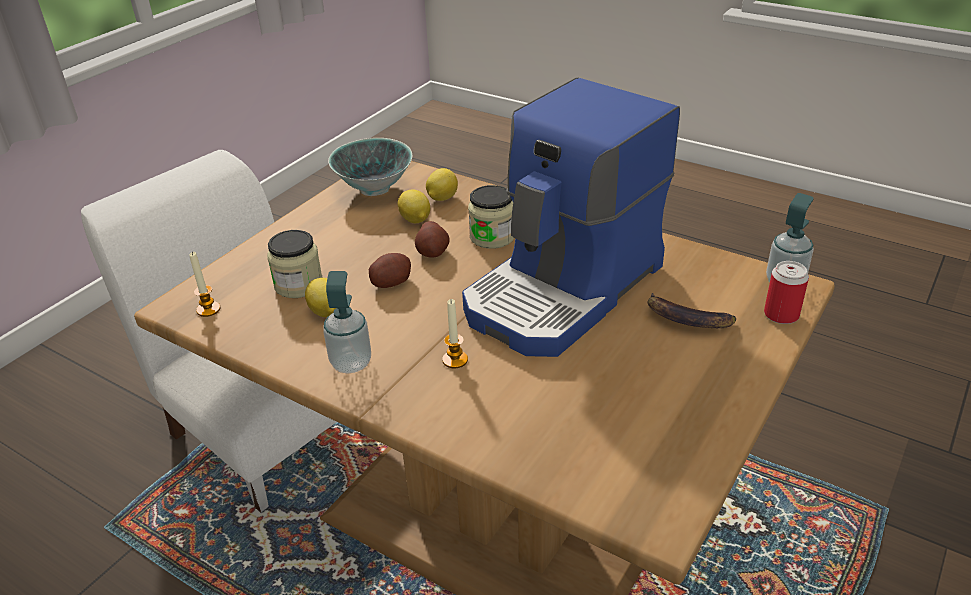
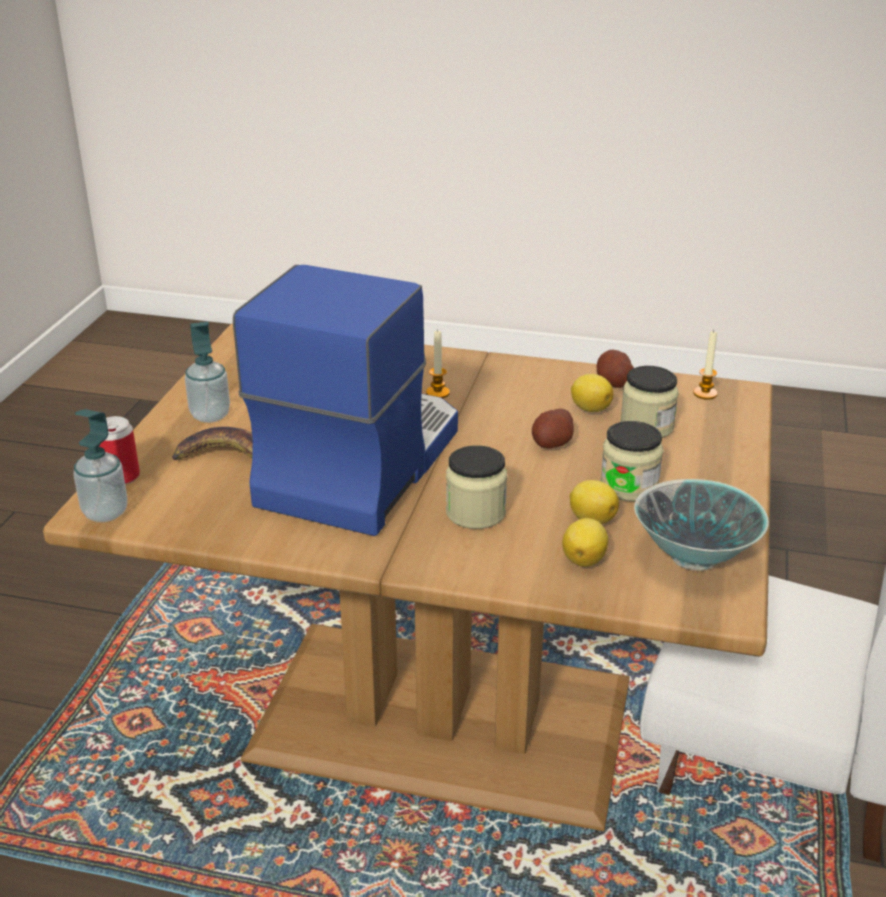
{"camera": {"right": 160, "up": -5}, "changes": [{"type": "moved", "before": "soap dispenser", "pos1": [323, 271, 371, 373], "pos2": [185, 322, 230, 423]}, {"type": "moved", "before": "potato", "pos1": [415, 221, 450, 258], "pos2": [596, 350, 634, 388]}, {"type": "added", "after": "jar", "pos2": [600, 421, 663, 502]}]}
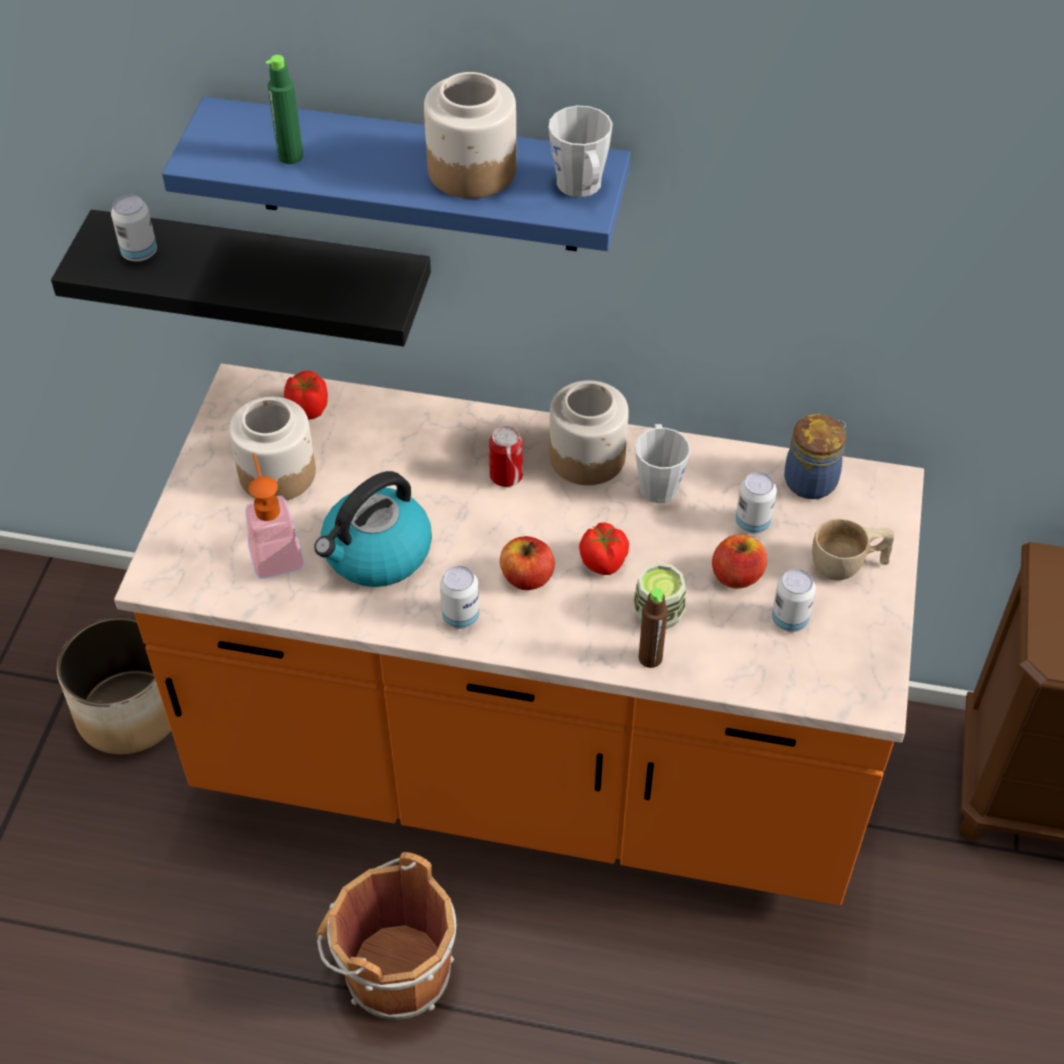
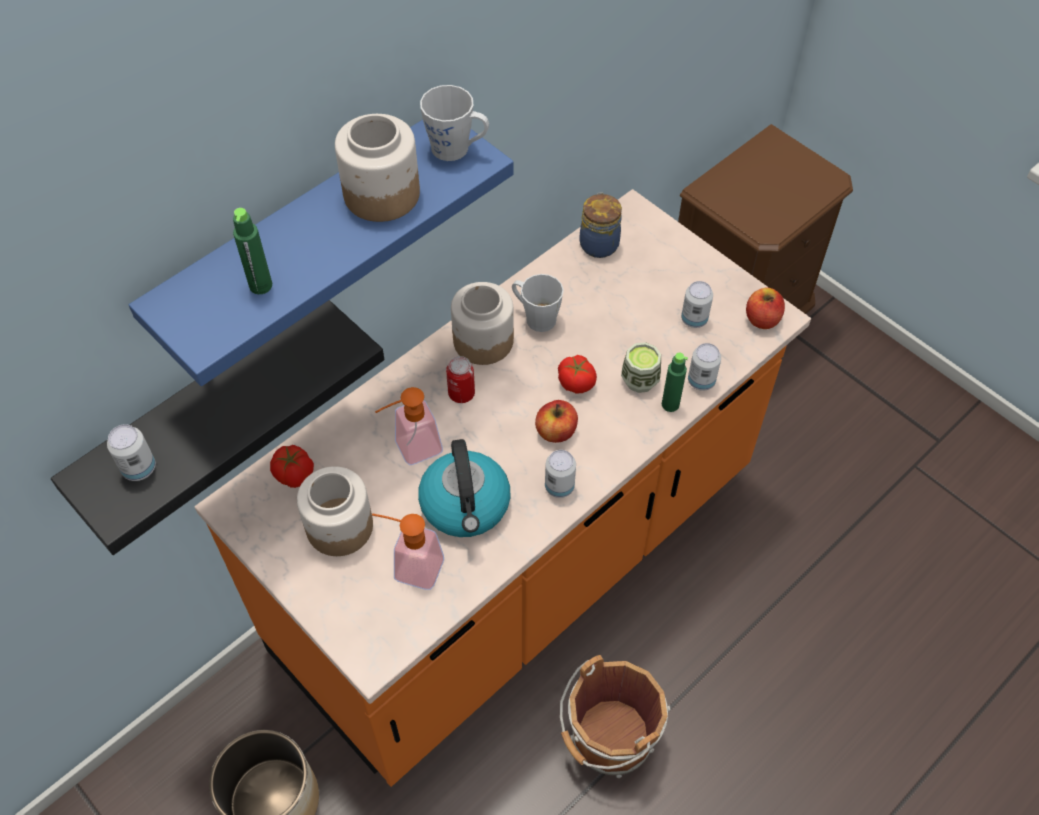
{"camera": {"right": -55, "up": 5}, "changes": [{"type": "recoloured", "before": "brown bottle", "after": "green bottle", "pos1": [639, 588, 668, 668], "pos2": [662, 352, 688, 412]}, {"type": "moved", "before": "apple", "pos1": [712, 535, 767, 589], "pos2": [746, 288, 785, 329]}, {"type": "moved", "before": "can", "pos1": [735, 472, 777, 534], "pos2": [688, 343, 721, 391]}, {"type": "removed", "before": "beige cup", "pos1": [812, 519, 894, 580]}, {"type": "added", "after": "soap dispenser", "pos2": [375, 387, 443, 465]}]}
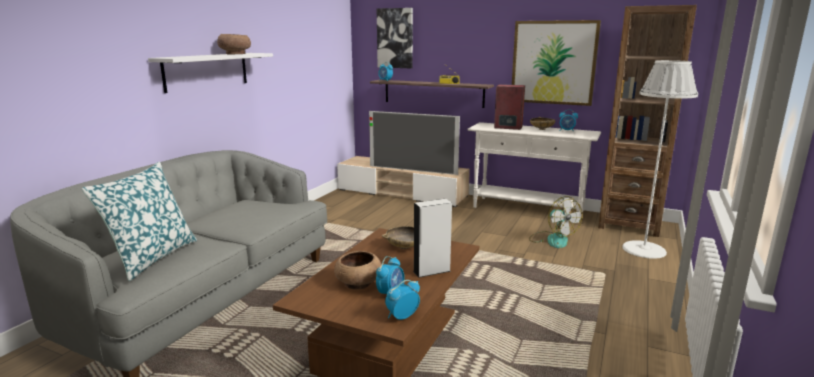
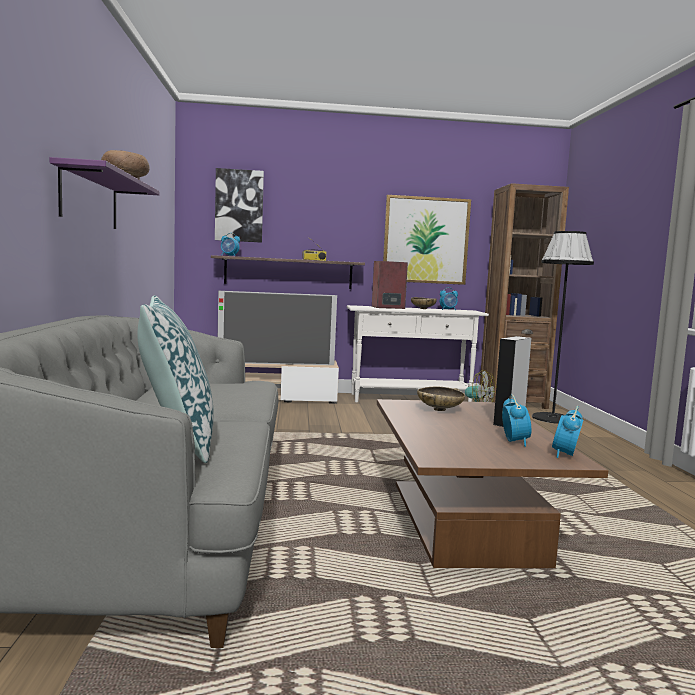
{"camera": {"right": -30, "up": -10}, "changes": [{"type": "recoloured", "before": "white shelf", "after": "purple shelf", "pos1": [148, 53, 273, 93], "pos2": [50, 157, 160, 229]}, {"type": "removed", "before": "brown bowl", "pos1": [334, 251, 381, 290]}, {"type": "recoloured", "before": "white floor lamp", "after": "black floor lamp", "pos1": [622, 60, 698, 259], "pos2": [532, 231, 594, 424]}]}
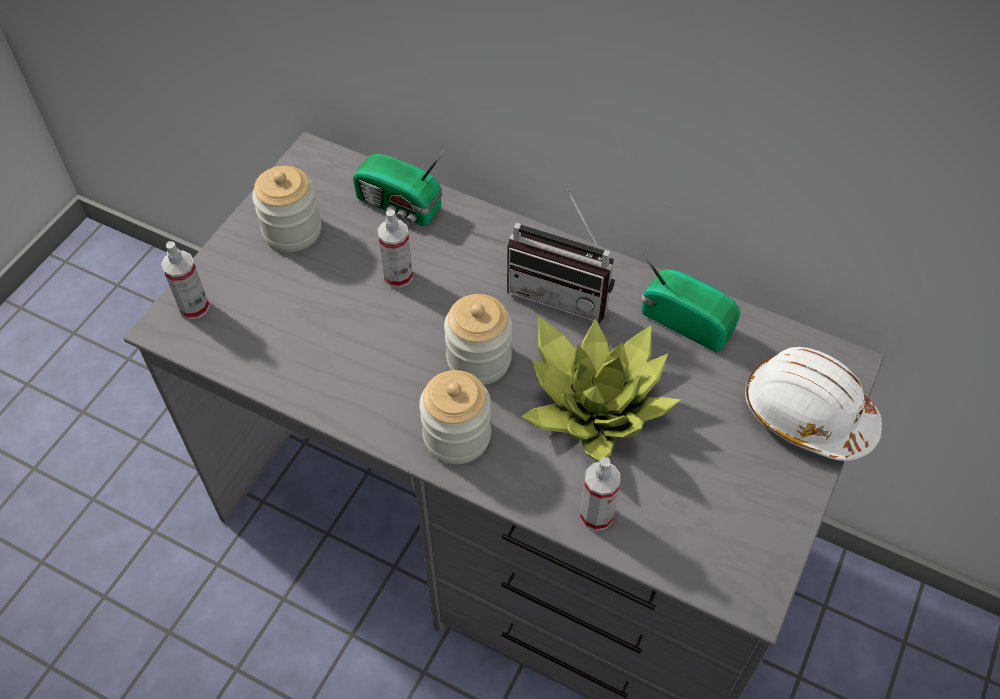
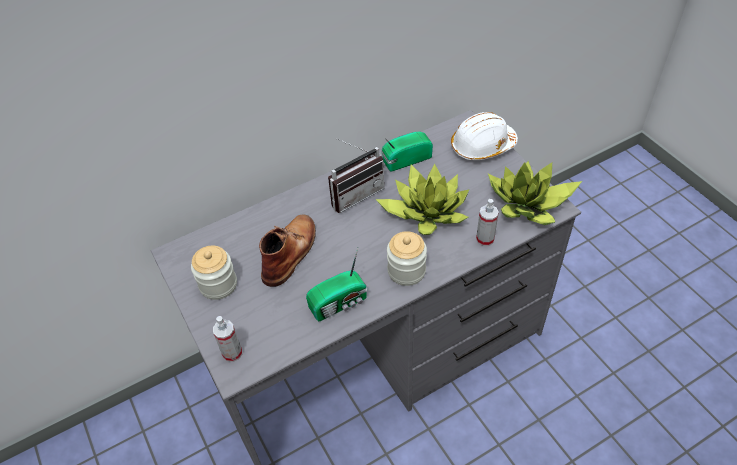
{"camera": {"right": -55, "up": -5}, "changes": [{"type": "moved", "before": "radio", "pos1": [353, 150, 445, 226], "pos2": [306, 248, 367, 321]}, {"type": "replaced", "before": "spray bottle", "after": "brown boot", "pos1": [378, 209, 413, 288], "pos2": [259, 214, 316, 287]}, {"type": "removed", "before": "jar", "pos1": [444, 294, 512, 385]}, {"type": "added", "after": "potted plant", "pos2": [488, 161, 582, 225]}]}
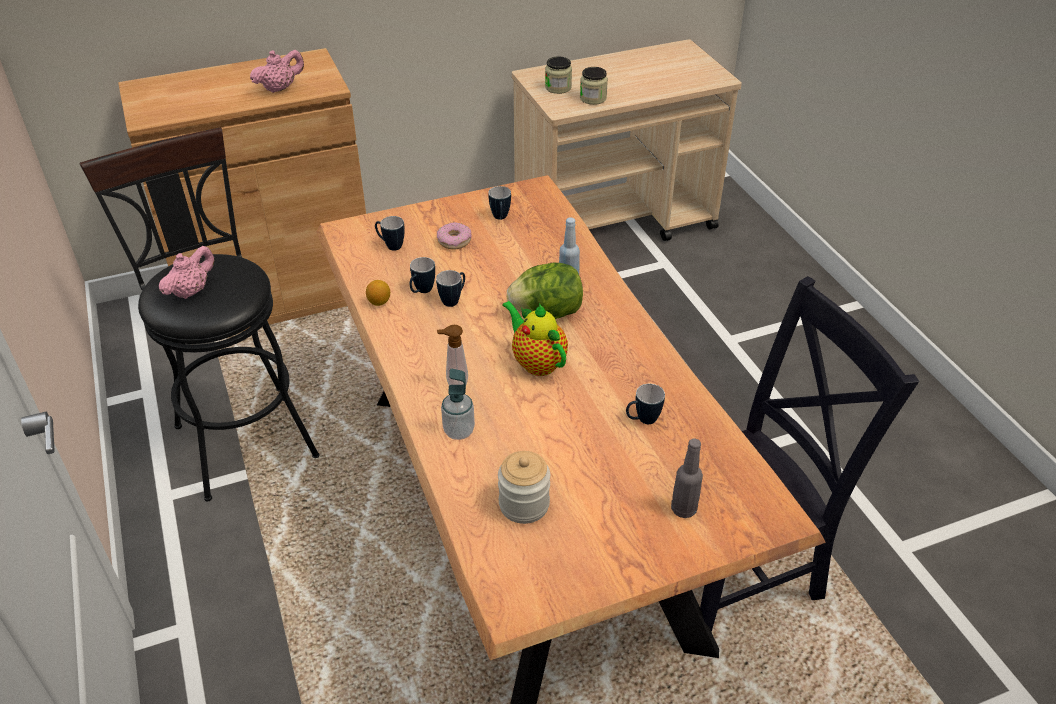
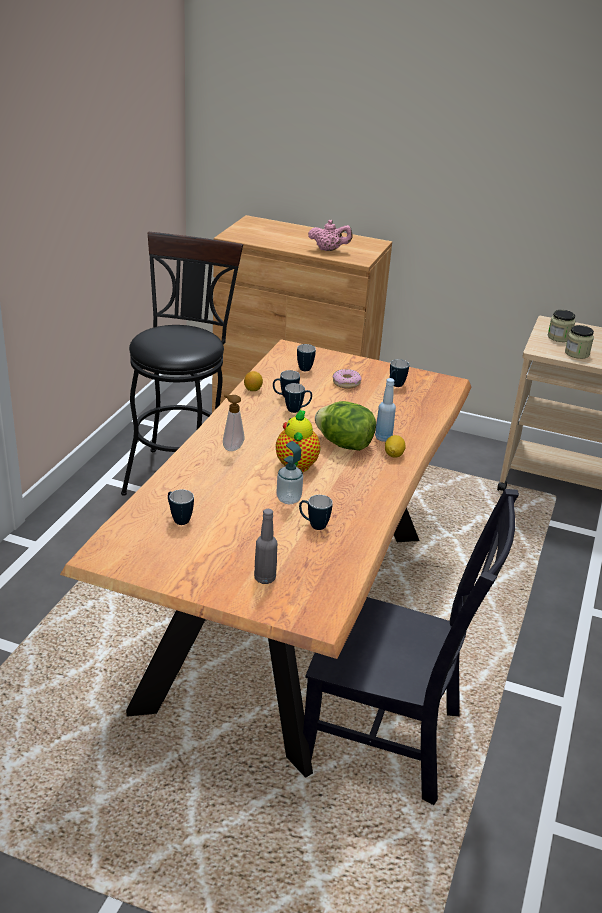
{"camera": {"right": 40, "up": -10}, "changes": [{"type": "removed", "before": "pink teapot", "pos1": [159, 246, 214, 299]}, {"type": "moved", "before": "soap dispenser", "pos1": [441, 369, 475, 440], "pos2": [276, 441, 303, 504]}, {"type": "replaced", "before": "jar", "after": "mug", "pos1": [498, 451, 550, 524], "pos2": [168, 489, 194, 525]}, {"type": "added", "after": "lemon", "pos2": [385, 435, 406, 458]}]}
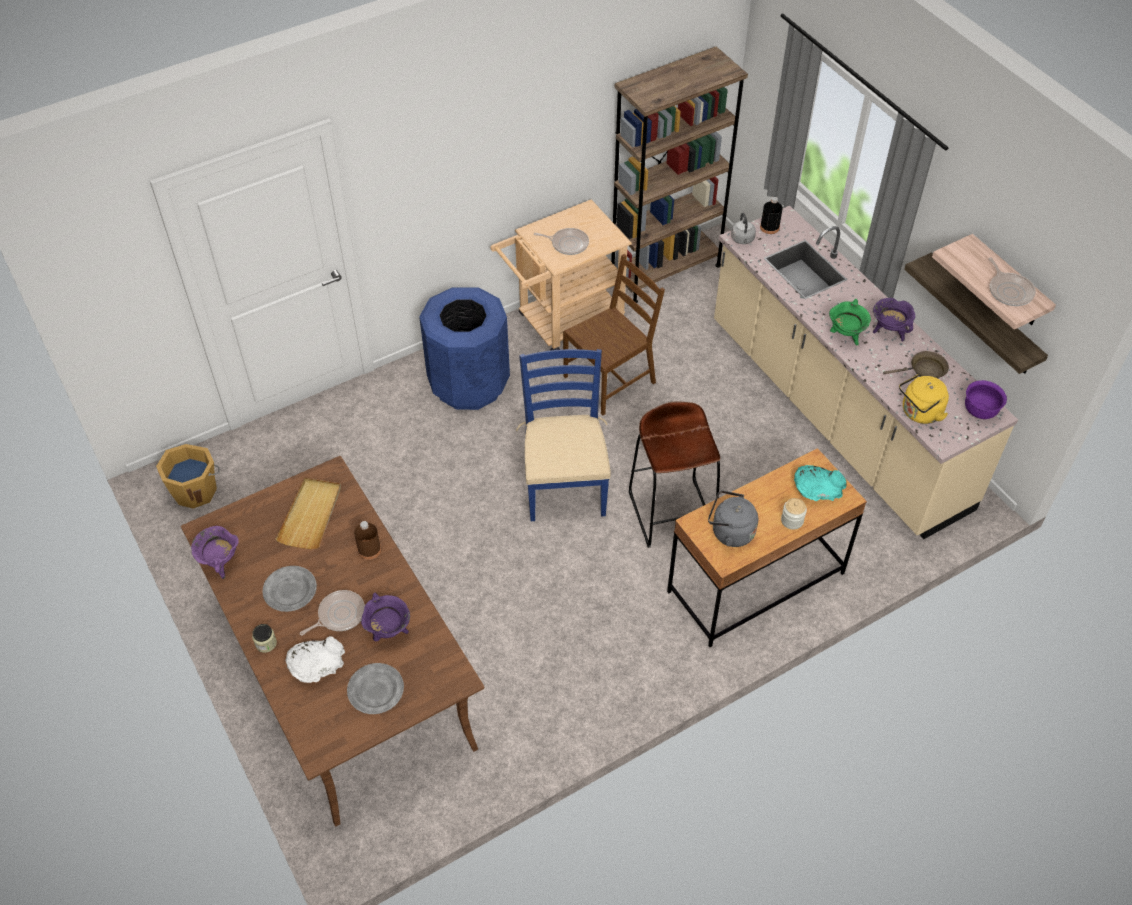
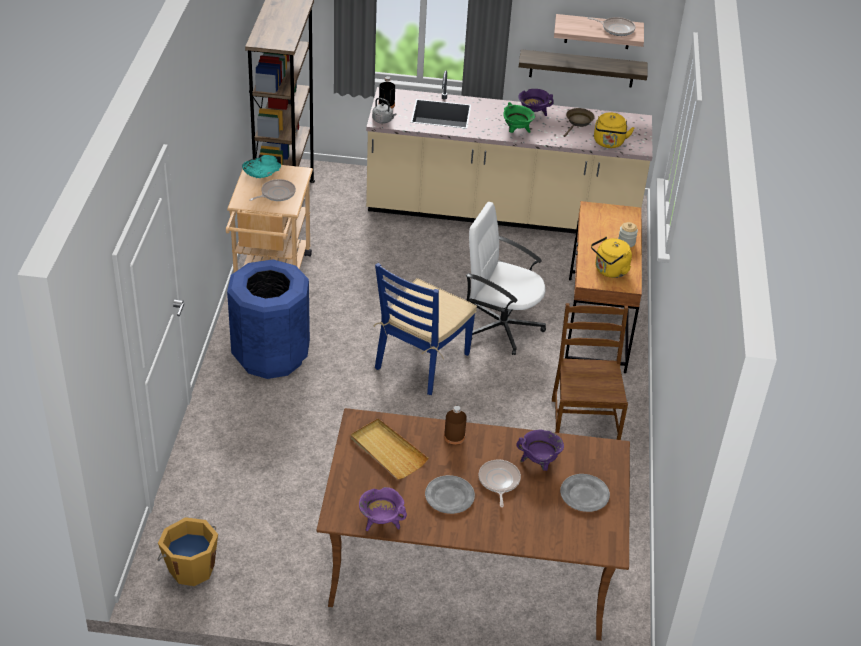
{"camera": {"right": -55, "up": -10}, "changes": [{"type": "removed", "before": "jar", "pos1": [252, 624, 277, 653]}, {"type": "removed", "before": "white bowl", "pos1": [285, 636, 345, 683]}, {"type": "turned", "before": "blue chair", "pos1": [516, 349, 611, 521], "pos2": [373, 263, 477, 395], "turn": -90}, {"type": "moved", "before": "brown chair", "pos1": [563, 254, 665, 415], "pos2": [552, 303, 628, 440]}, {"type": "replaced", "before": "brown stool", "after": "white office chair", "pos1": [629, 402, 720, 548], "pos2": [466, 202, 546, 355]}, {"type": "recoloured", "before": "grey kettle", "after": "yellow kettle", "pos1": [708, 490, 758, 547], "pos2": [591, 237, 632, 278]}, {"type": "moved", "before": "turquoise bowl", "pos1": [794, 465, 847, 501], "pos2": [242, 155, 281, 178]}, {"type": "removed", "before": "purple bowl", "pos1": [965, 380, 1007, 419]}]}
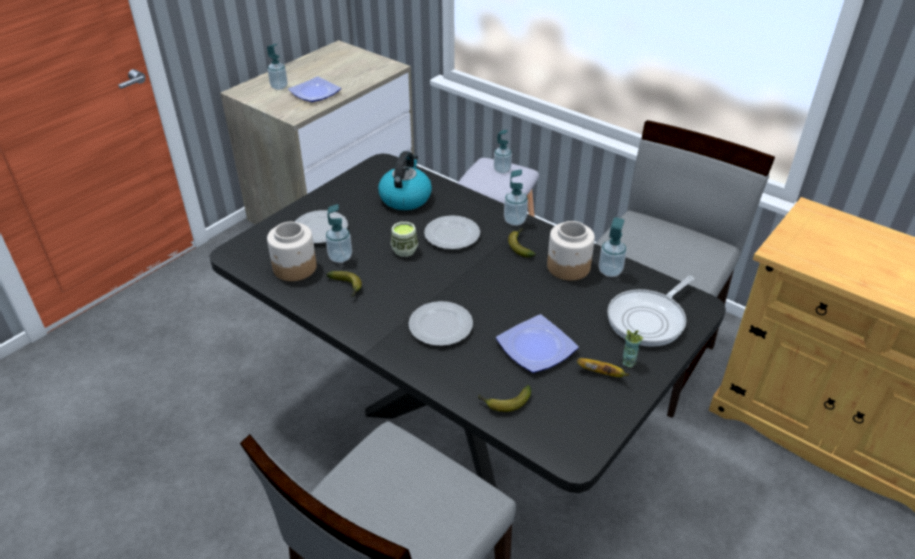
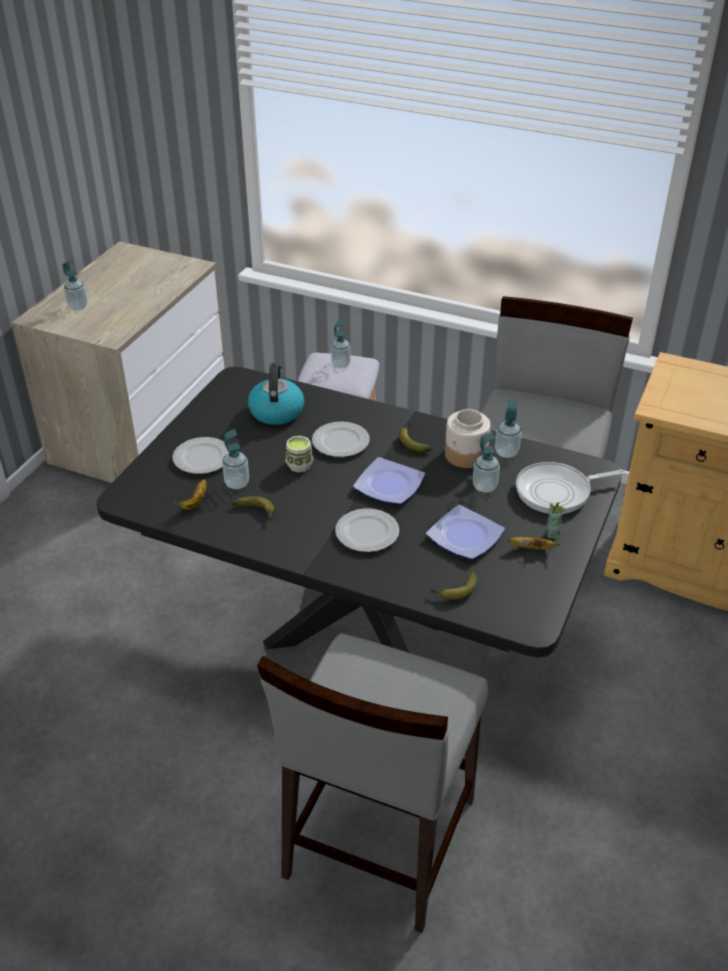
{"camera": {"right": -15, "up": 0}, "changes": [{"type": "replaced", "before": "jar", "after": "banana", "pos1": [267, 222, 317, 281], "pos2": [173, 479, 206, 510]}, {"type": "moved", "before": "plate", "pos1": [288, 77, 341, 102], "pos2": [353, 457, 425, 505]}, {"type": "moved", "before": "soap dispenser", "pos1": [504, 169, 528, 226], "pos2": [473, 433, 500, 493]}, {"type": "turned", "before": "frying pan", "pos1": [607, 276, 694, 347], "pos2": [516, 462, 625, 514], "turn": 45}]}
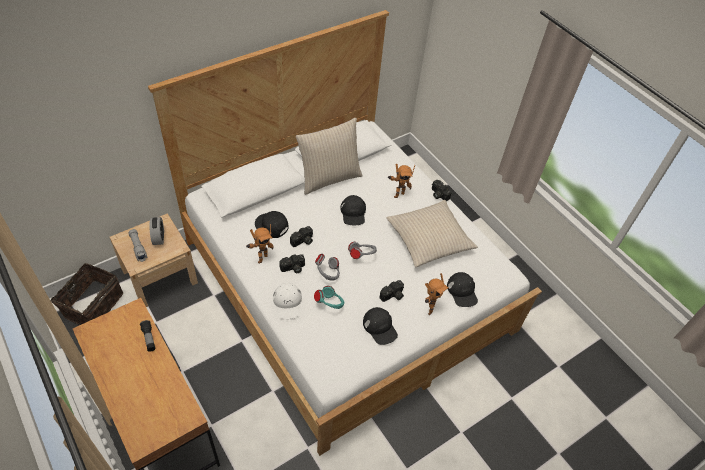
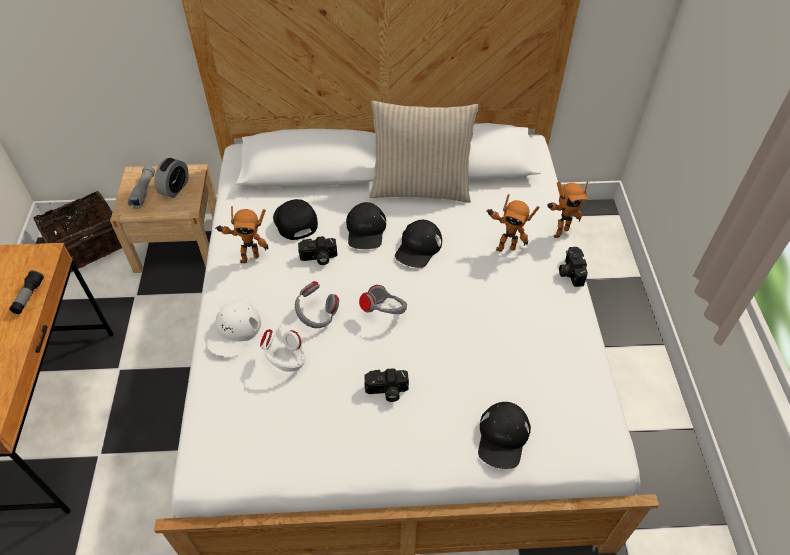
{"camera": {"right": 35, "up": 0}, "changes": [{"type": "removed", "before": "photo camera", "pos1": [279, 254, 305, 273]}, {"type": "recoloured", "before": "turquoise headphones", "after": "white headphones", "pos1": [314, 286, 344, 309], "pos2": [260, 329, 305, 372]}, {"type": "moved", "before": "black cap", "pos1": [363, 307, 398, 345], "pos2": [346, 202, 386, 249]}, {"type": "removed", "before": "beige pillow", "pos1": [386, 200, 478, 267]}, {"type": "moved", "before": "toy robot", "pos1": [425, 273, 448, 315], "pos2": [547, 180, 589, 238]}]}
